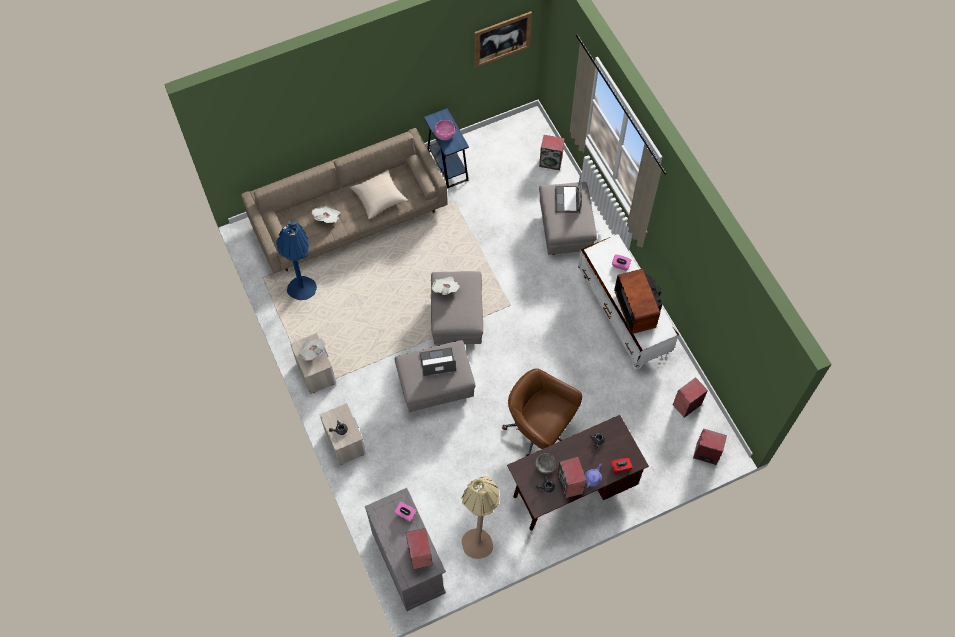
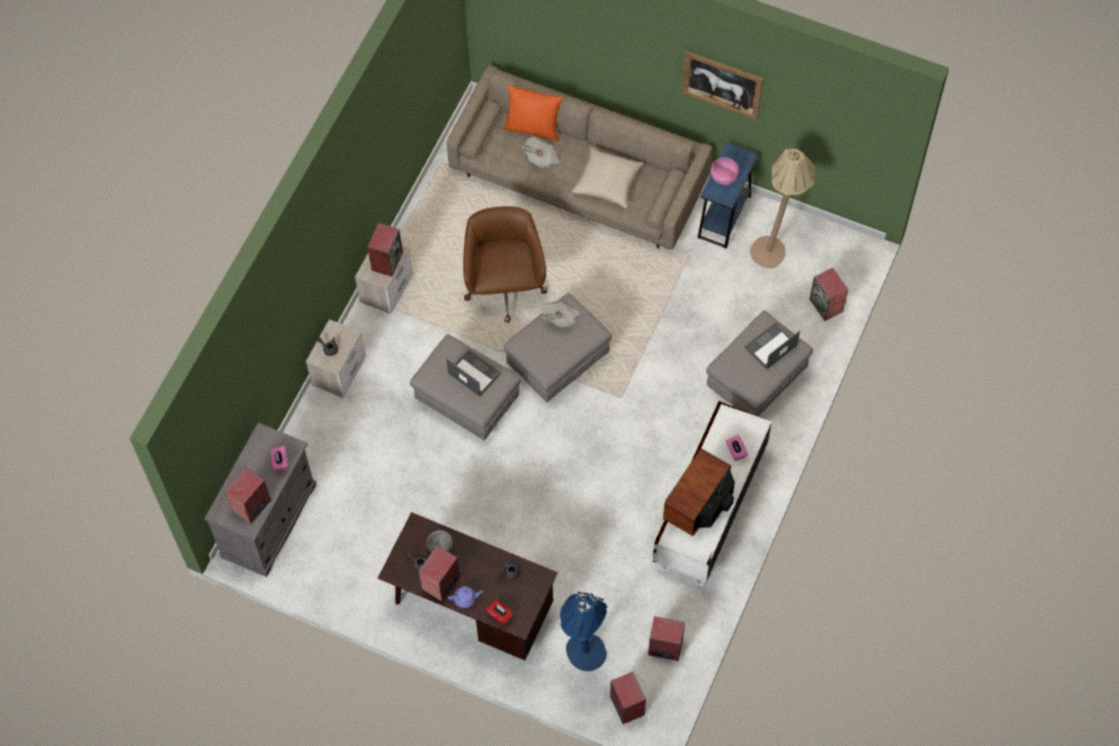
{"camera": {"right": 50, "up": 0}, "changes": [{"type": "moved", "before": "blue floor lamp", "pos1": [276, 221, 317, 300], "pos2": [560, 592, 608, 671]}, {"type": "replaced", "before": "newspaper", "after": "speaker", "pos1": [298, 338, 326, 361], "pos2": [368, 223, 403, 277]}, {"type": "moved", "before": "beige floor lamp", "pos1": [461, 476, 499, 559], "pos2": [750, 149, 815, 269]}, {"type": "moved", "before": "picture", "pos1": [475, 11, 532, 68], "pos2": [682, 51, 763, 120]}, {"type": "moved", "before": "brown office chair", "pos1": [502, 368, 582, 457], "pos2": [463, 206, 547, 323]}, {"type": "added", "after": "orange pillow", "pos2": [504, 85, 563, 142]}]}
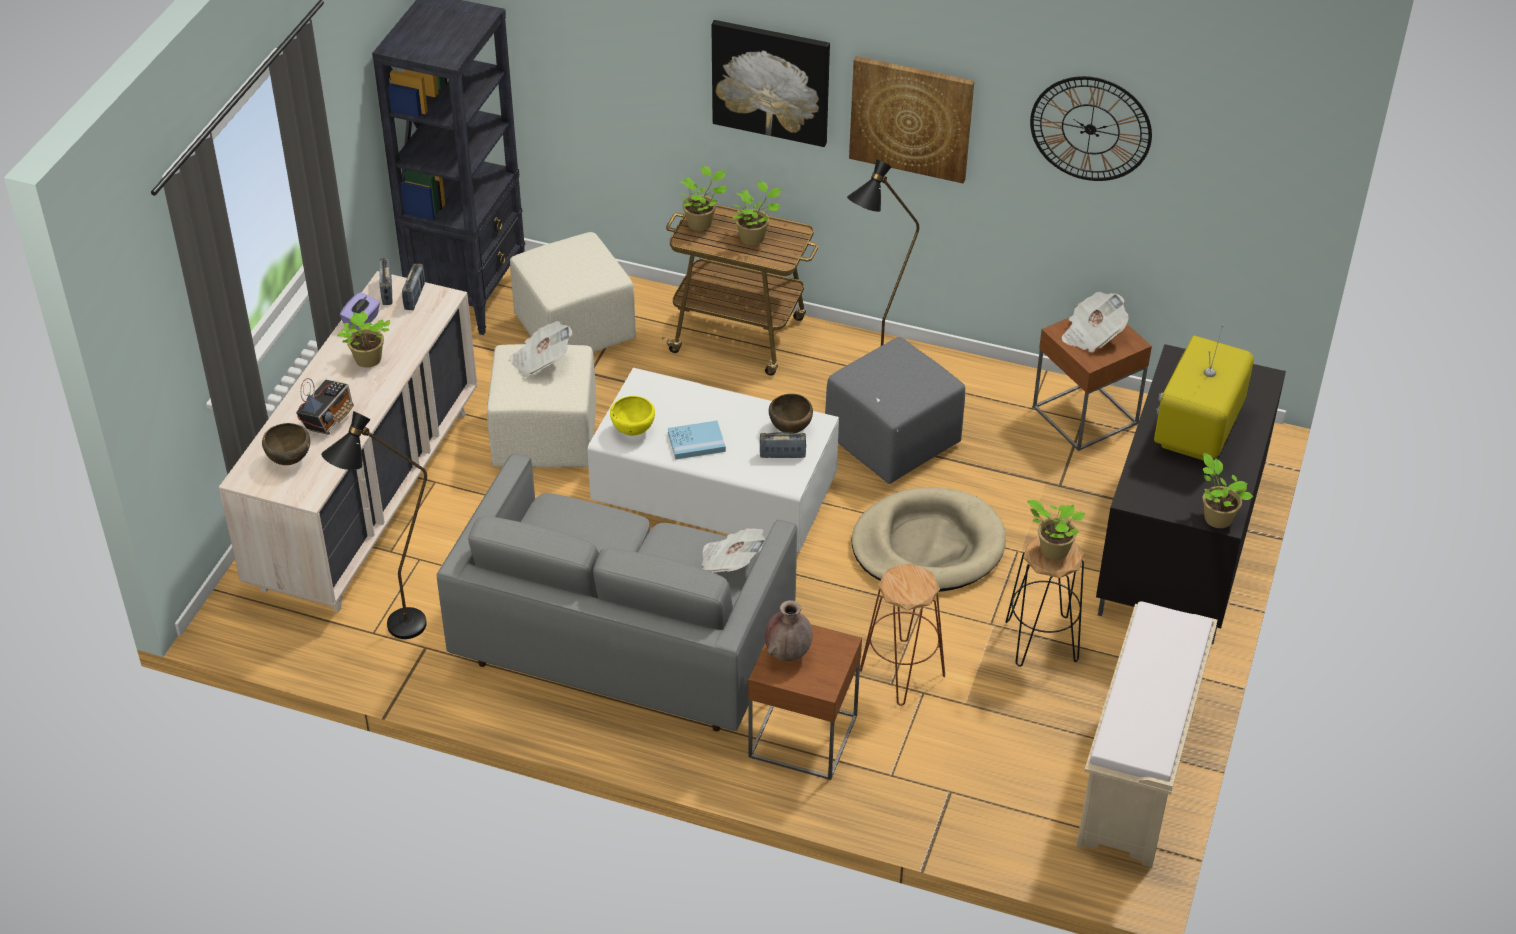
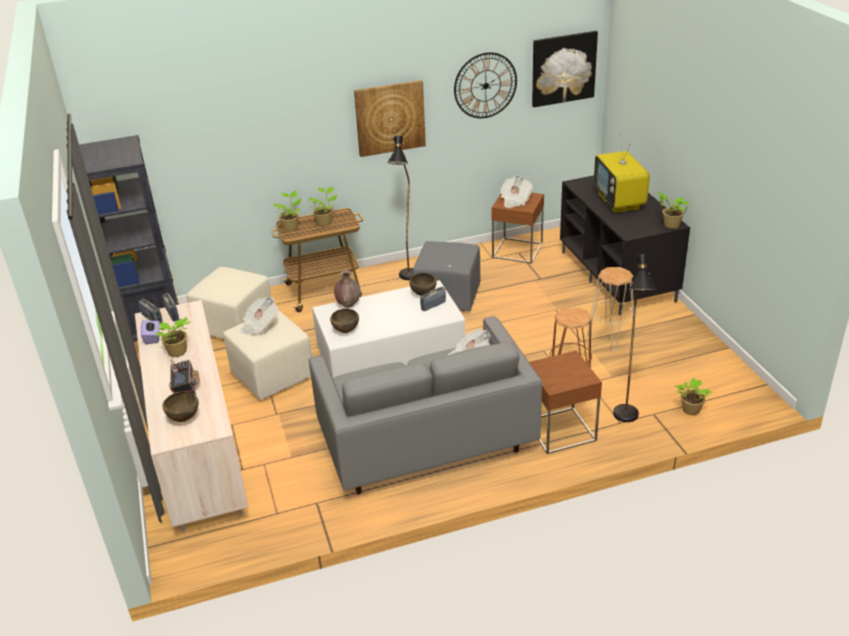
{"camera": {"right": -35, "up": -10}, "changes": [{"type": "moved", "before": "black floor lamp", "pos1": [321, 411, 427, 639], "pos2": [613, 254, 657, 422]}, {"type": "recoloured", "before": "yellow bowl", "after": "brown bowl", "pos1": [610, 396, 655, 436], "pos2": [330, 309, 359, 333]}, {"type": "removed", "before": "blue book", "pos1": [668, 421, 726, 460]}, {"type": "moved", "before": "picture", "pos1": [711, 20, 830, 147], "pos2": [532, 31, 598, 107]}, {"type": "moved", "before": "brown vase", "pos1": [764, 600, 813, 661], "pos2": [334, 270, 360, 308]}, {"type": "removed", "before": "beige dog bed", "pos1": [851, 488, 1006, 592]}, {"type": "recoloured", "before": "black stool", "after": "beige stool", "pos1": [1005, 536, 1084, 667], "pos2": [587, 267, 635, 351]}, {"type": "moved", "before": "potted plant", "pos1": [1027, 500, 1085, 560], "pos2": [675, 378, 712, 415]}, {"type": "removed", "before": "beige bench", "pos1": [1076, 601, 1217, 868]}]}
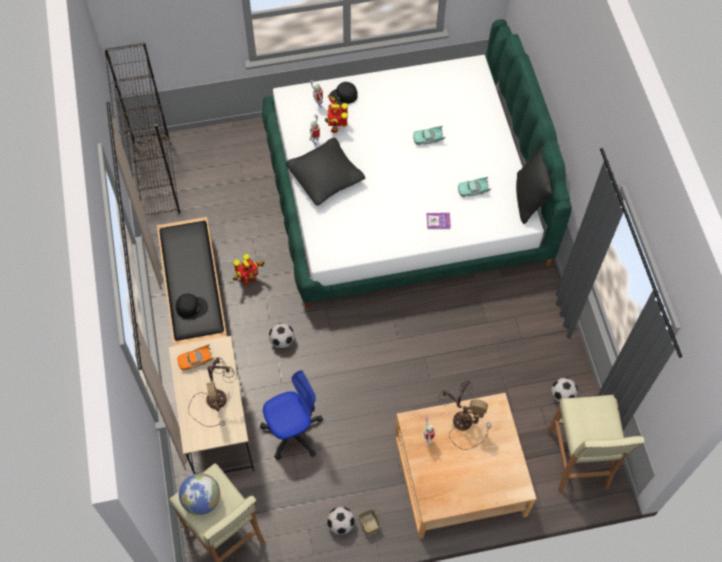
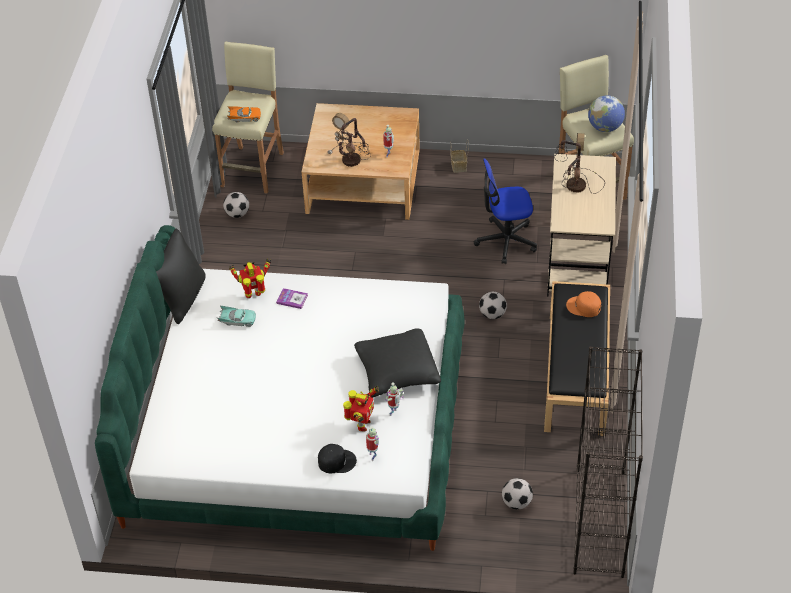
{"camera": {"right": -160, "up": -15}, "changes": [{"type": "recoloured", "before": "black cap", "after": "orange cap", "pos1": [176, 294, 208, 318], "pos2": [566, 291, 601, 317]}, {"type": "moved", "before": "orange toy car", "pos1": [177, 344, 214, 371], "pos2": [227, 106, 261, 122]}, {"type": "moved", "before": "toy robot", "pos1": [233, 254, 265, 286], "pos2": [229, 259, 271, 298]}, {"type": "moved", "before": "football", "pos1": [327, 507, 355, 535], "pos2": [502, 478, 533, 510]}, {"type": "removed", "before": "turquoise toy car", "pos1": [413, 126, 445, 145]}]}
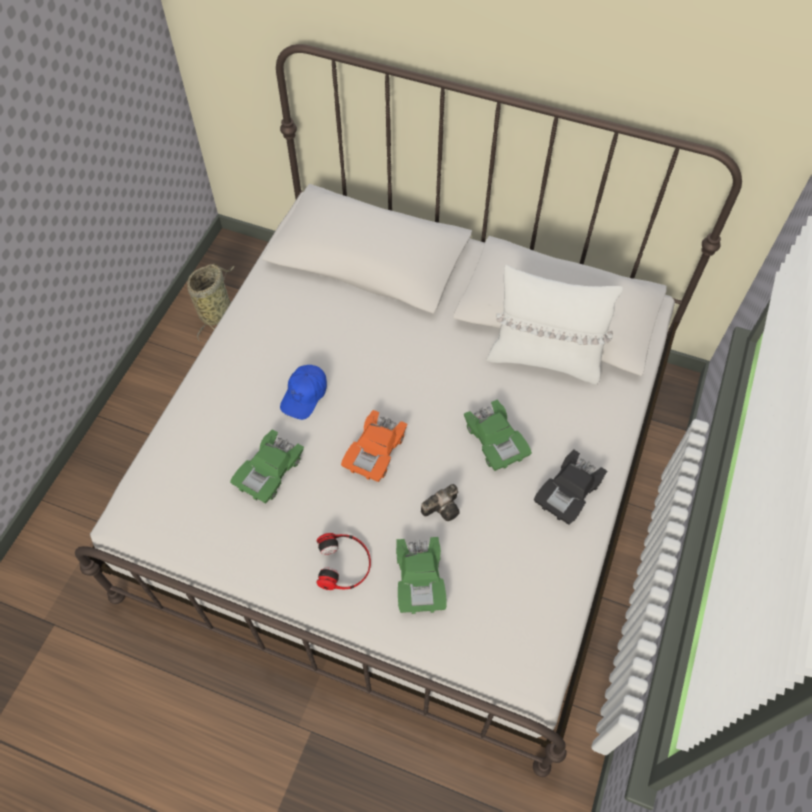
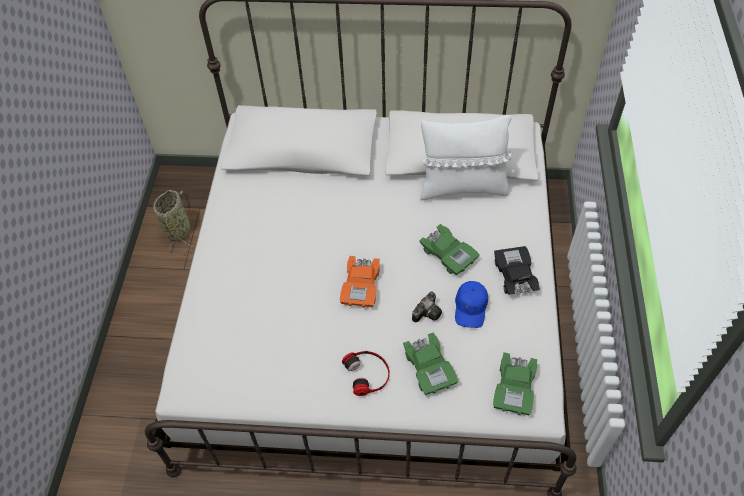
{"camera": {"right": -15, "up": -5}, "changes": [{"type": "moved", "before": "green toy car", "pos1": [230, 429, 304, 504], "pos2": [493, 352, 537, 415]}, {"type": "moved", "before": "blue cap", "pos1": [280, 365, 327, 420], "pos2": [455, 281, 488, 328]}, {"type": "turned", "before": "black toy car", "pos1": [534, 449, 608, 525], "pos2": [494, 246, 540, 295], "turn": 150}]}
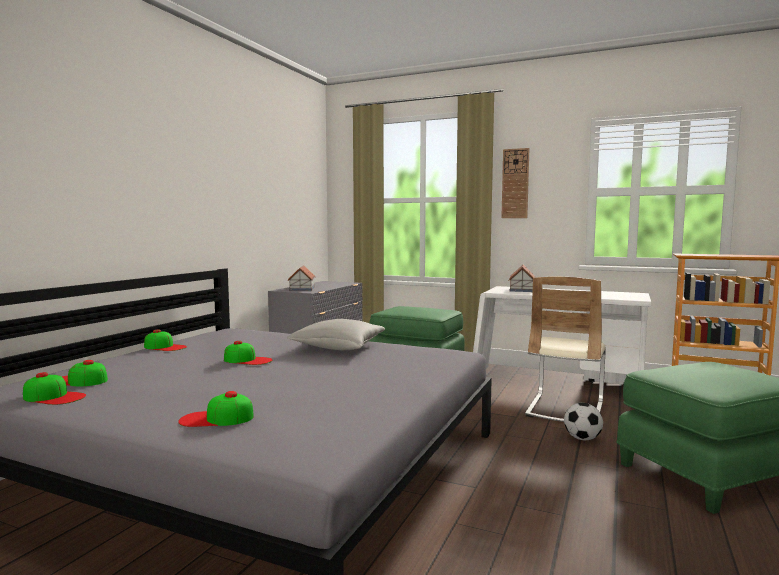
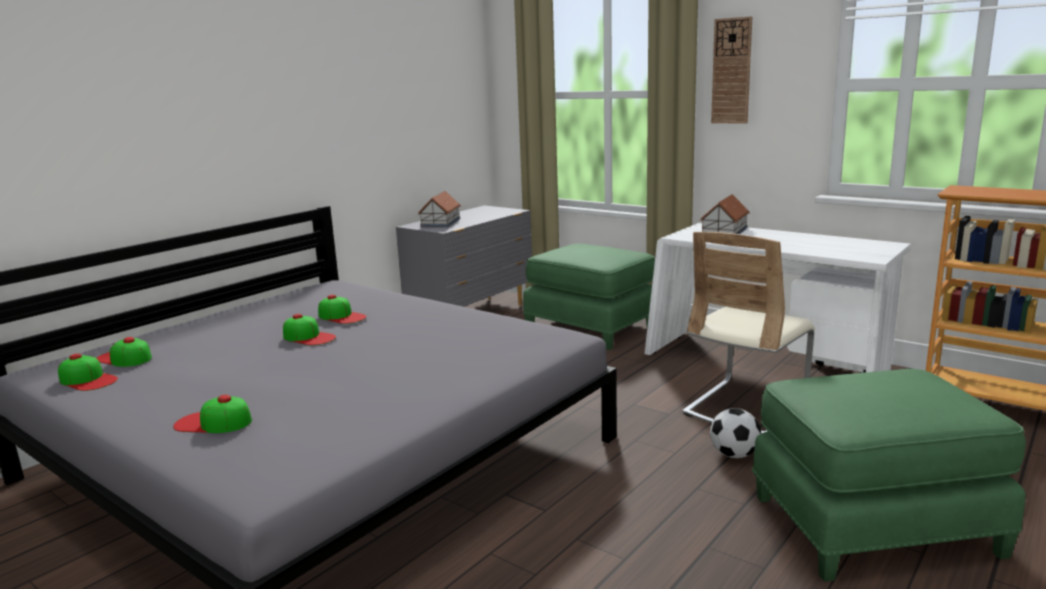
{"camera": {"right": 15, "up": 10}, "changes": [{"type": "moved", "before": "cap", "pos1": [144, 330, 187, 351], "pos2": [318, 295, 366, 324]}, {"type": "removed", "before": "grey pillow", "pos1": [287, 319, 385, 350]}]}
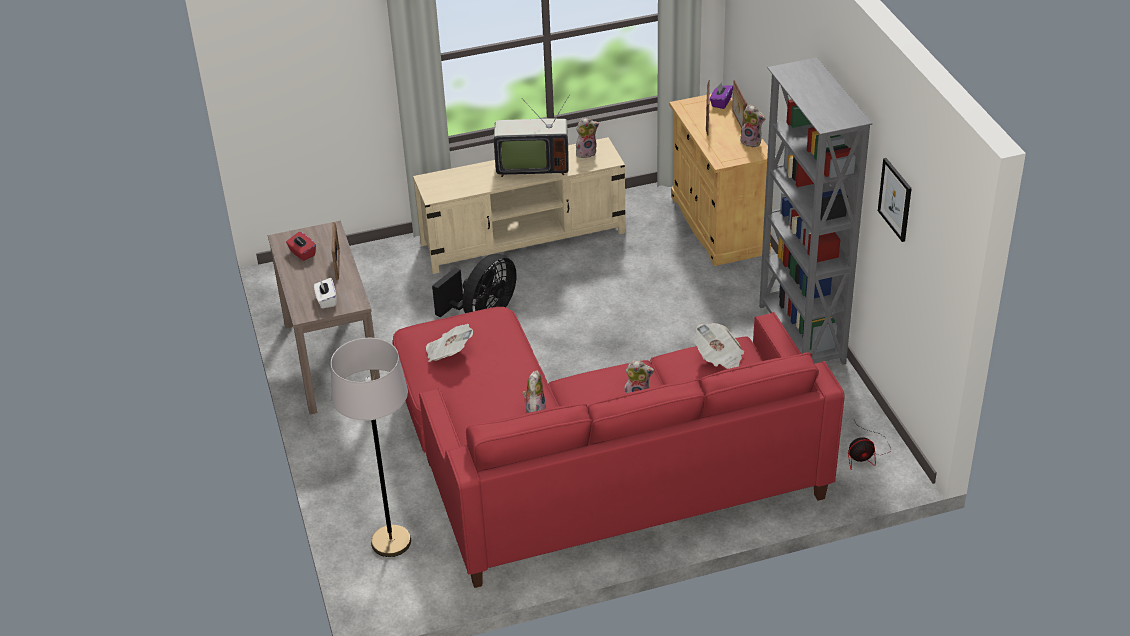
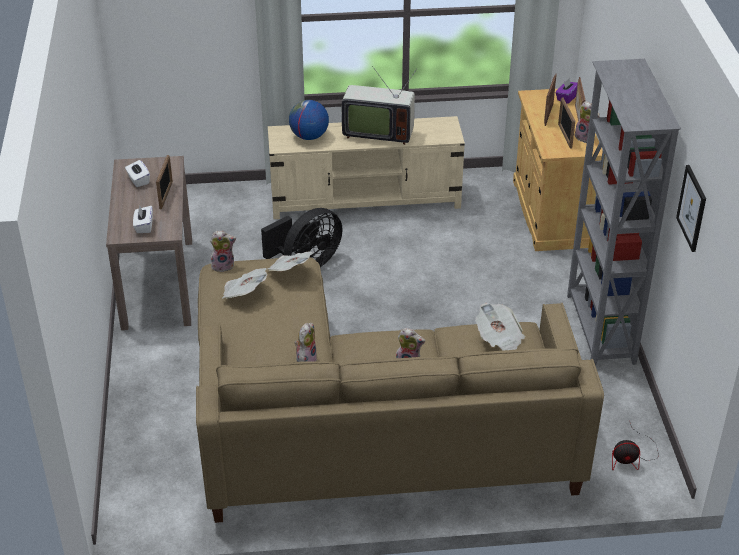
{"camera": {"right": 10, "up": 0}, "changes": [{"type": "recoloured", "before": "red tissue box", "after": "white tissue box", "pos1": [286, 232, 316, 261], "pos2": [125, 160, 150, 187]}, {"type": "removed", "before": "grey floor lamp", "pos1": [331, 338, 411, 557]}, {"type": "recoloured", "before": "red sofa", "after": "beige sofa", "pos1": [393, 307, 845, 588], "pos2": [196, 257, 604, 523]}, {"type": "moved", "before": "plush toy", "pos1": [576, 118, 599, 158], "pos2": [210, 231, 236, 272]}, {"type": "added", "after": "newspaper", "pos2": [266, 251, 313, 271]}, {"type": "added", "after": "globe", "pos2": [289, 100, 329, 140]}, {"type": "added", "after": "picture frame", "pos2": [558, 97, 575, 149]}]}
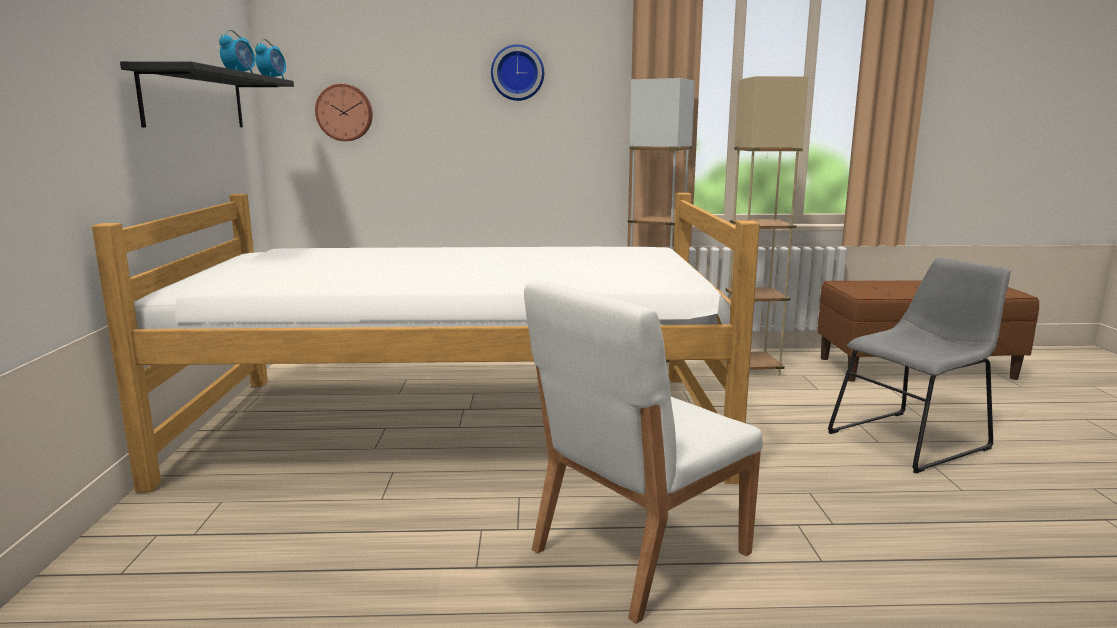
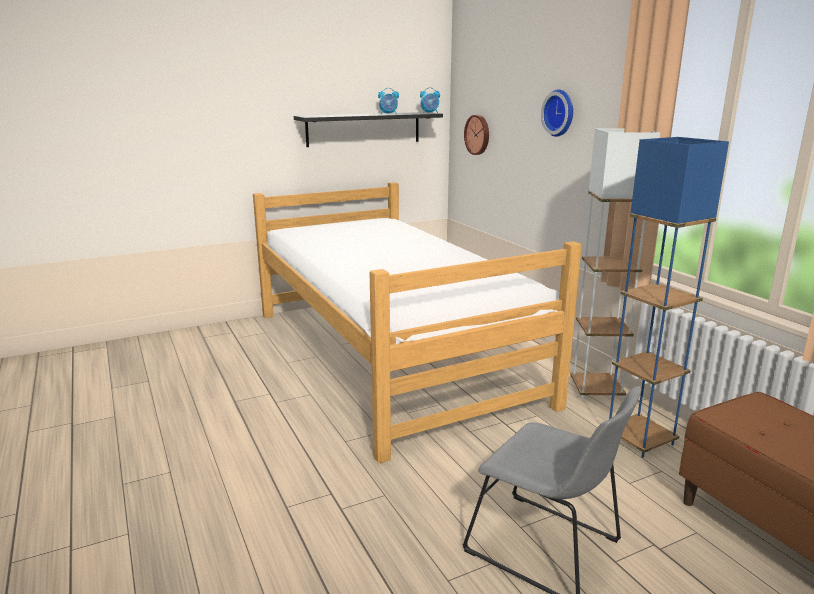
{"camera": {"right": 65, "up": 5}, "changes": [{"type": "removed", "before": "white chair", "pos1": [524, 281, 763, 624]}, {"type": "recoloured", "before": "beige floor lamp", "after": "blue floor lamp", "pos1": [725, 76, 809, 376], "pos2": [609, 137, 729, 458]}]}
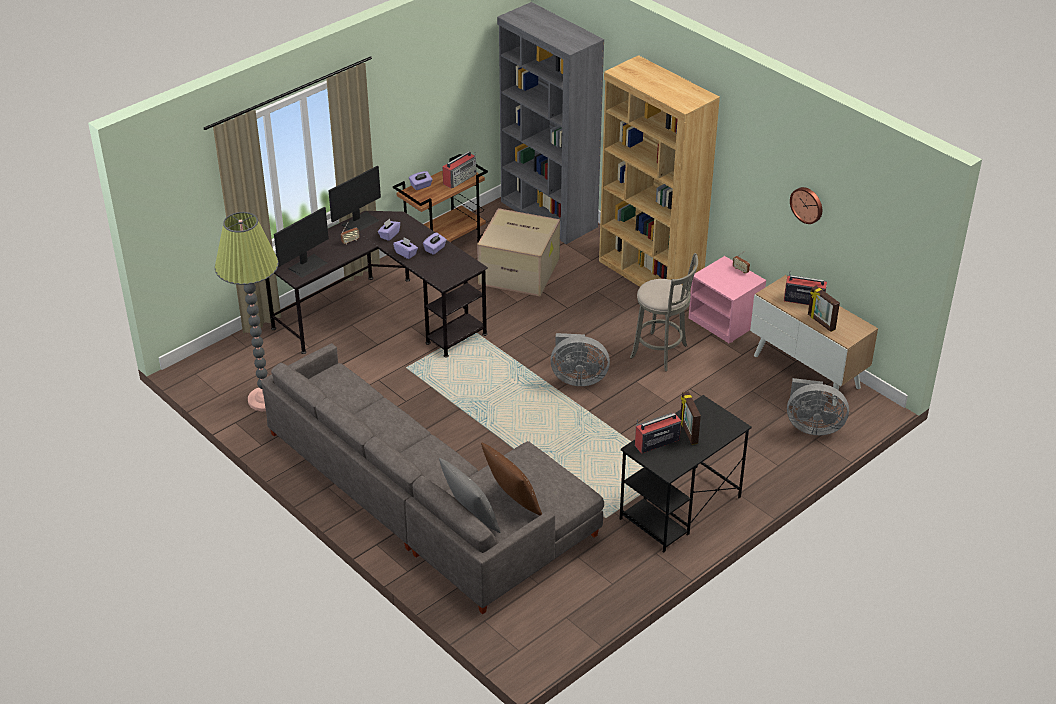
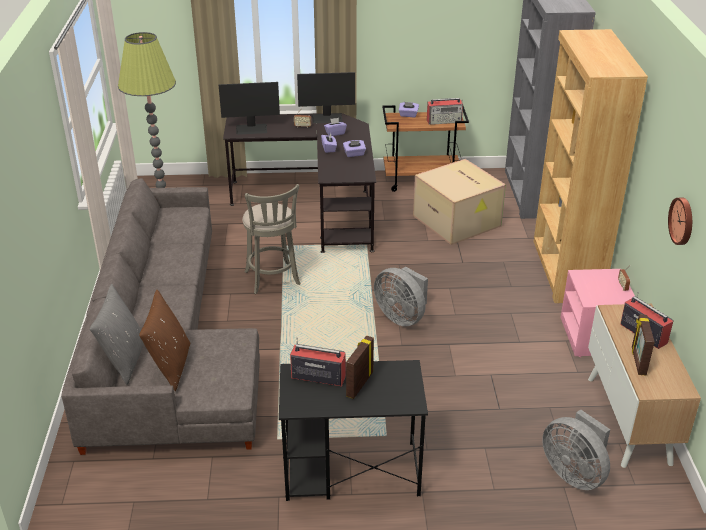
{"camera": {"right": 40, "up": -5}, "changes": [{"type": "moved", "before": "grey stool", "pos1": [630, 253, 698, 371], "pos2": [242, 184, 301, 294]}]}
